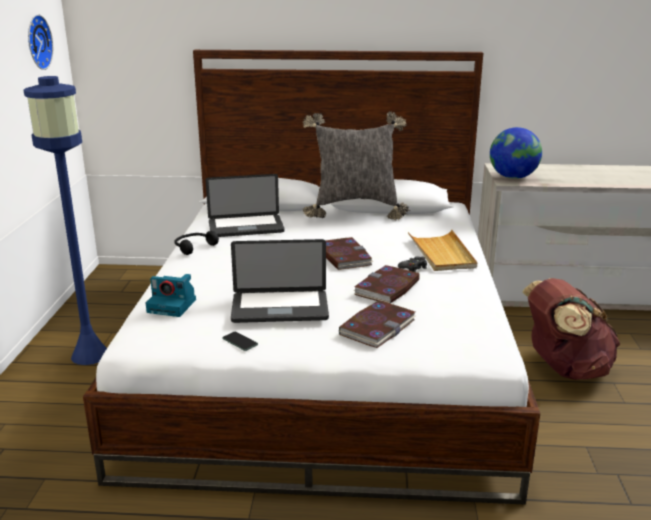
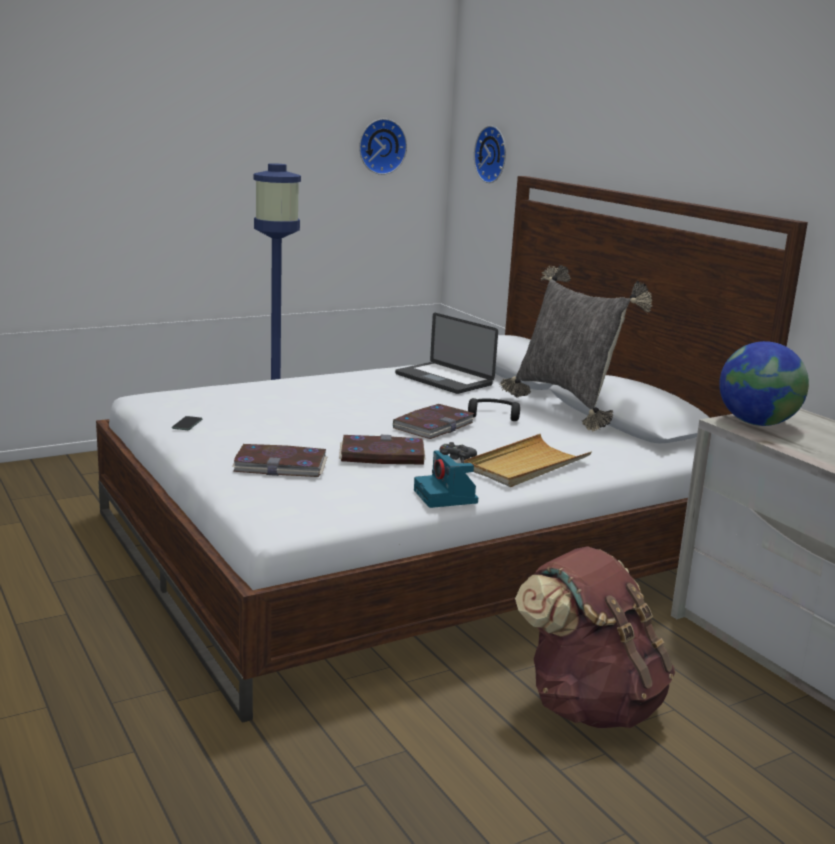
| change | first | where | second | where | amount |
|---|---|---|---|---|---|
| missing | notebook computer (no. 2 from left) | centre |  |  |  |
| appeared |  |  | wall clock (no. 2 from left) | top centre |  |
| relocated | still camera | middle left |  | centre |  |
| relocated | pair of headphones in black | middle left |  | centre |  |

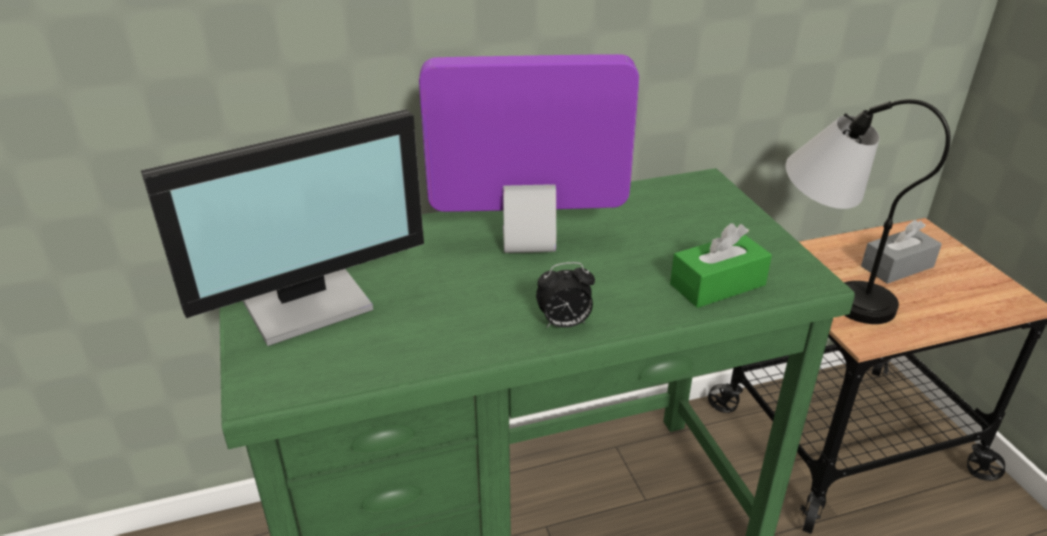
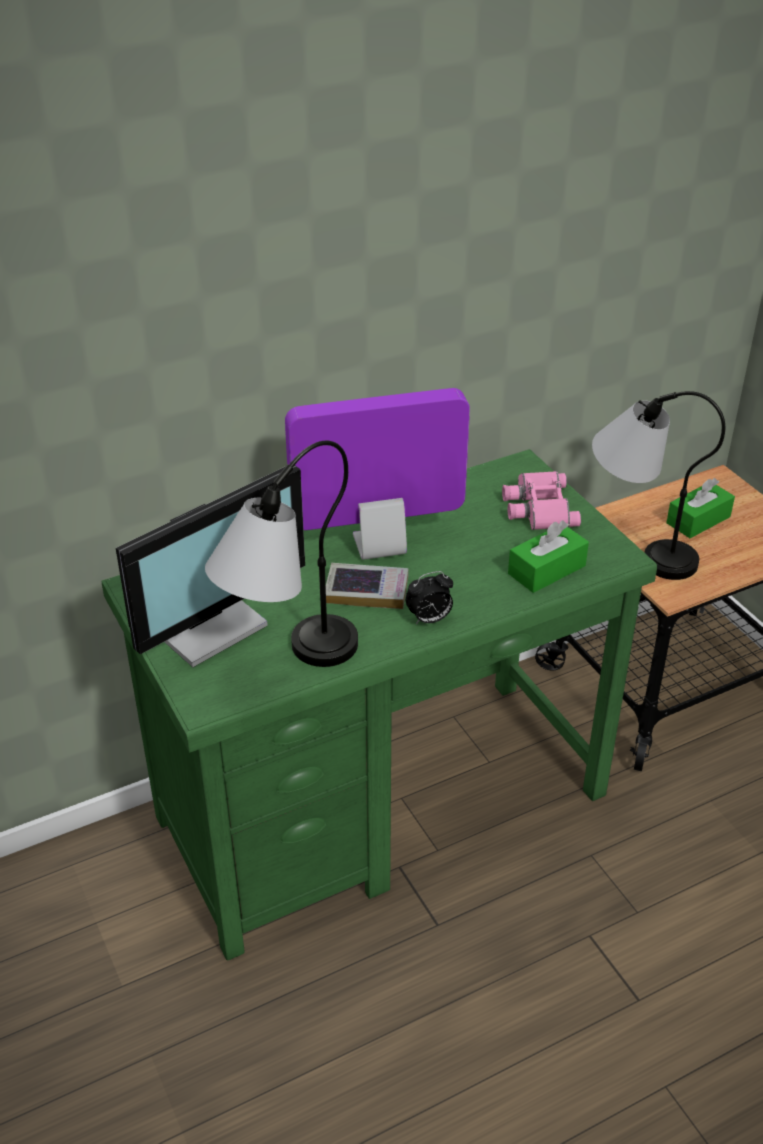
| change | first | where | second | where | amount |
|---|---|---|---|---|---|
| appeared |  |  | lamp for a table (no. 1 from left) | centre |  |
| appeared |  |  | book | centre |  |
| appeared |  |  | pair of binoculars in pink | middle right |  |
| colour | tissue box in greyish | middle right | tissue box in green-coloured (no. 2 from left) | middle right |  |

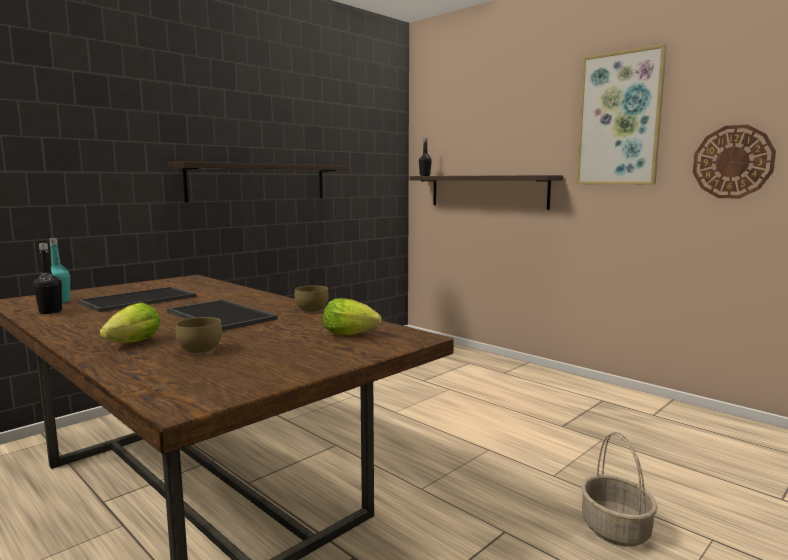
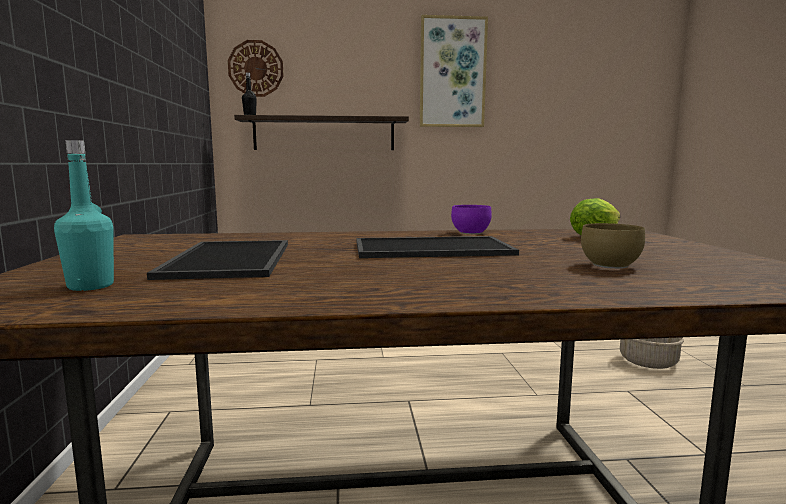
| change | first | where | second | where | amount |
|---|---|---|---|---|---|
| missing | beverage bottle in black (no. 1 from left) | middle left |  |  |  |
| missing | lettuce (no. 1 from left) | middle left |  |  |  |
| missing | shelf (no. 1 from left) | top left |  |  |  |
| relocated | wall clock | top right |  | top left |  |
| colour | bowl in brown (no. 2 from left) | centre | bowl in purple-coloured | centre |  |

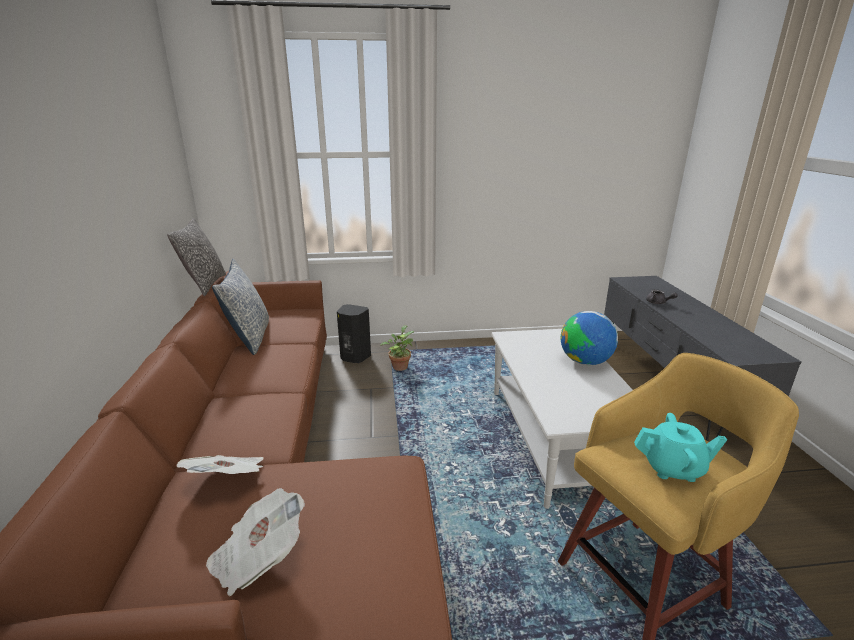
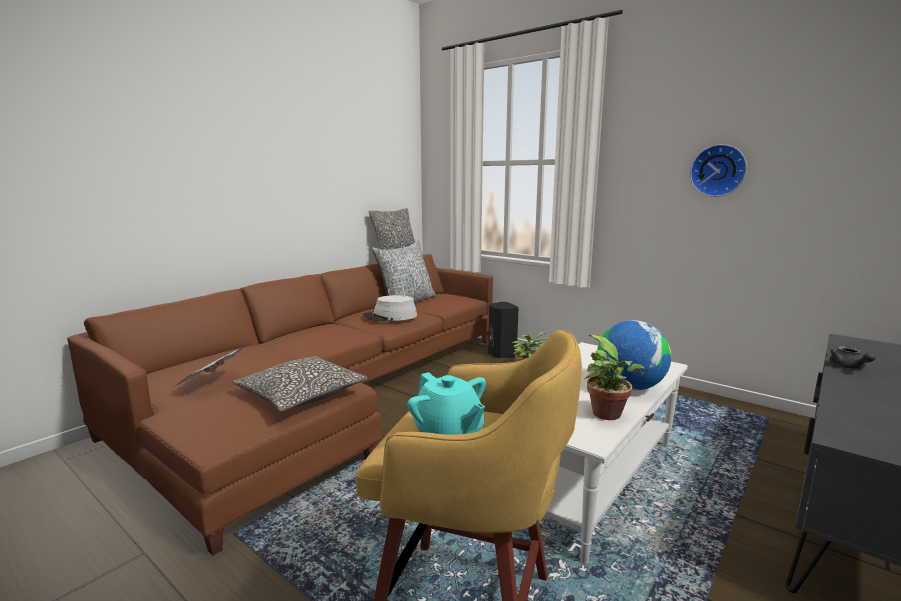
| change | first | where | second | where | amount |
|---|---|---|---|---|---|
| missing | newspaper (no. 1 from left) | bottom left |  |  |  |
| appeared |  |  | throw pillow (no. 1 from left) | middle left |  |
| appeared |  |  | wearable hat in greyish | centre |  |
| appeared |  |  | plant in a pot (no. 2 from left) | middle right |  |
| appeared |  |  | wall clock | top right |  |

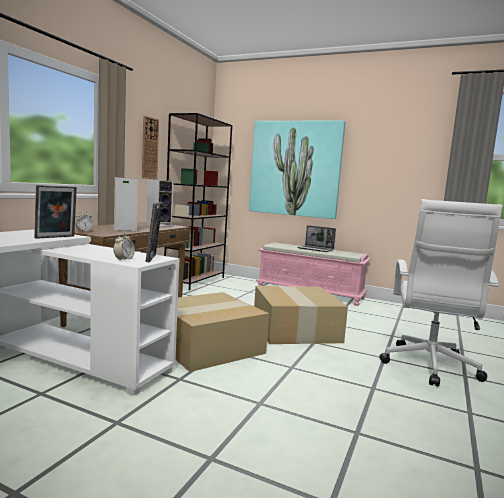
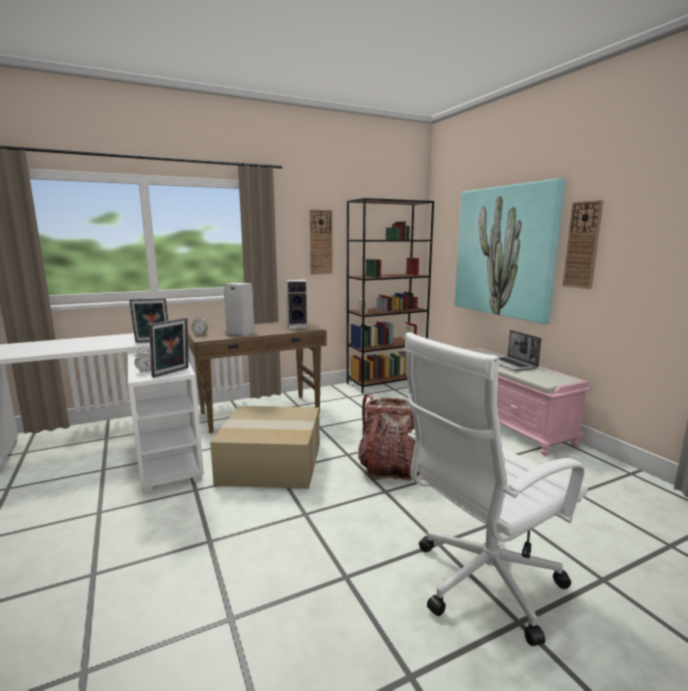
| change | first | where | second | where | amount |
|---|---|---|---|---|---|
| appeared |  |  | wall clock (no. 2 from left) | middle right |  |
| exchanged | packing box (no. 2 from left) | centre | rucksack | centre |  |

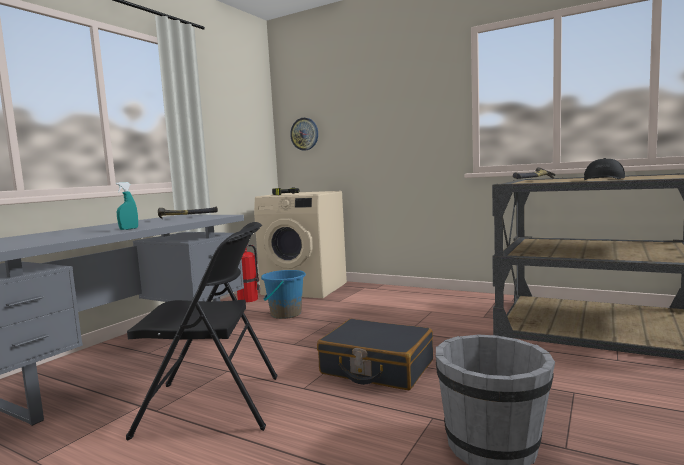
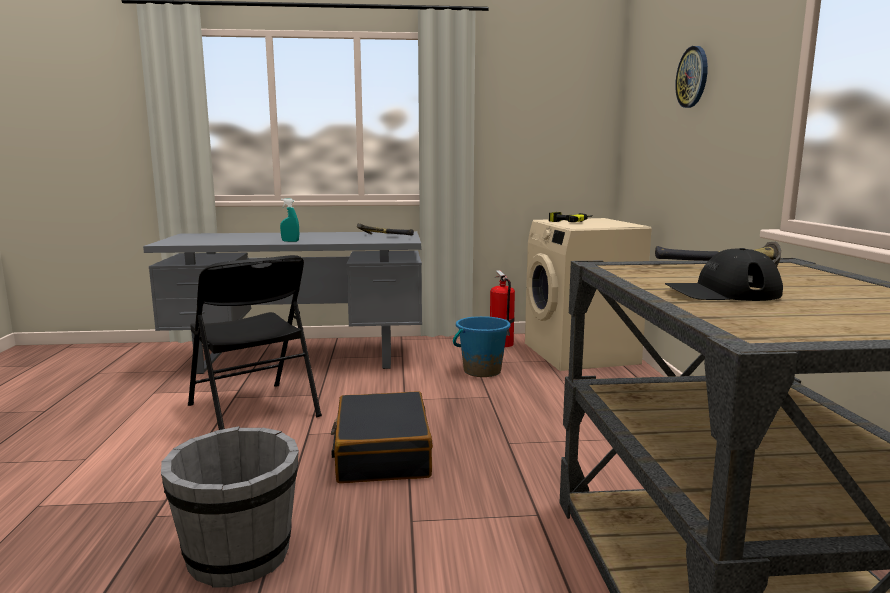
| change | first | where | second | where | amount |
|---|---|---|---|---|---|
| relocated | wall clock | top centre |  | top right |  |

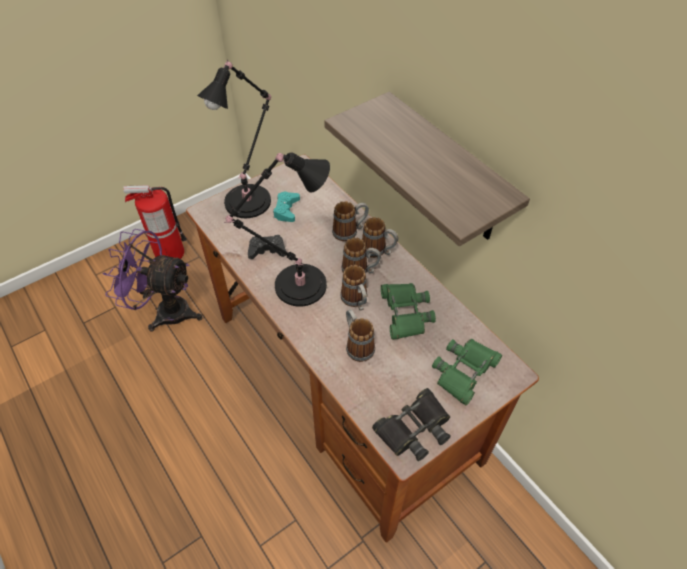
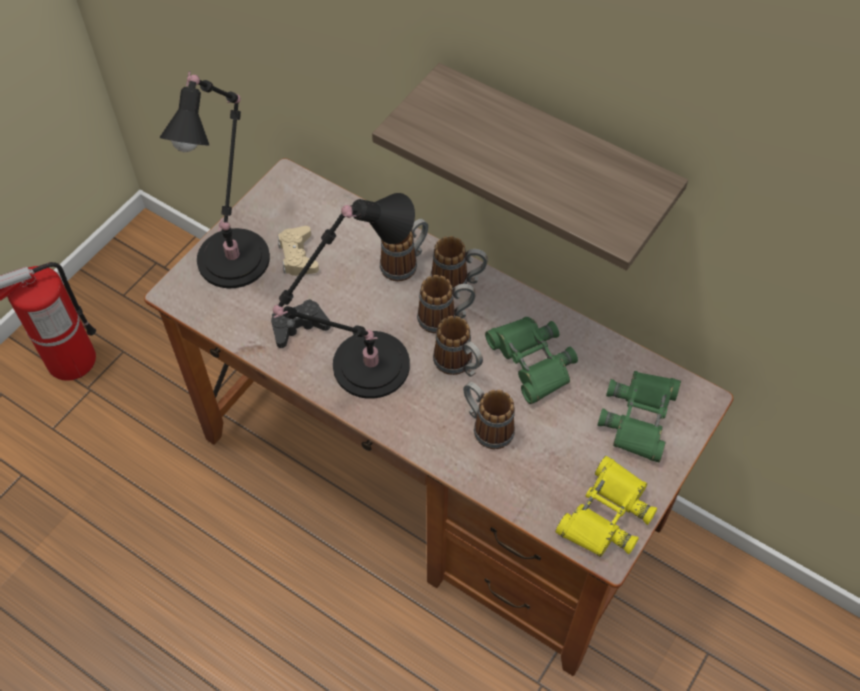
| change | first | where | second | where | amount |
|---|---|---|---|---|---|
| missing | cooling fan in purple-coloured | middle left |  |  |  |
| colour | game controller in turquoise | centre | game controller in beige | centre |  |
| colour | pair of binoculars in black | bottom centre | pair of binoculars in yellow-coloured | bottom right |  |

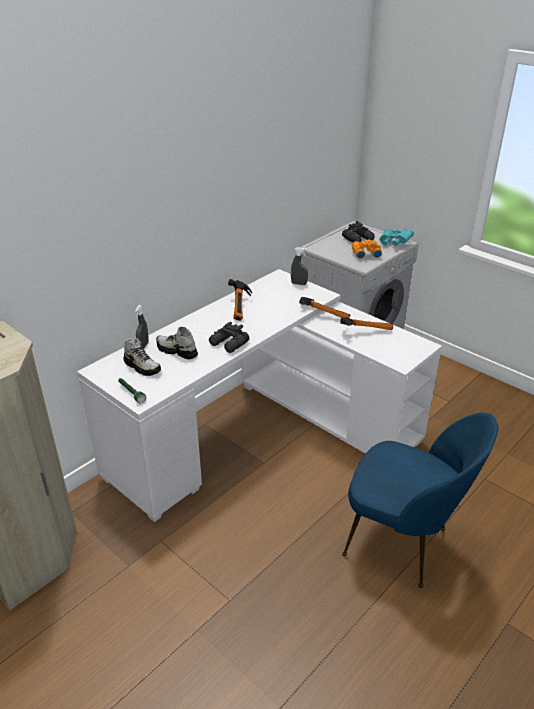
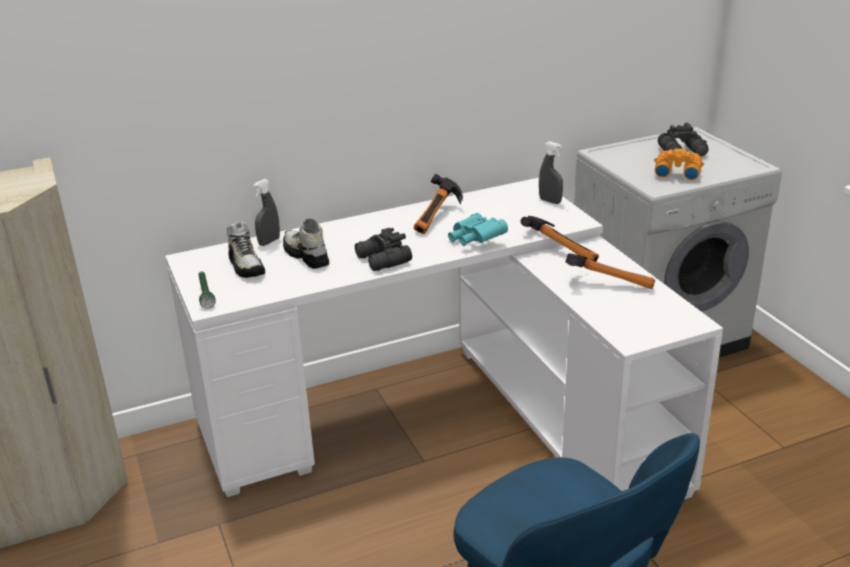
| change | first | where | second | where | amount |
|---|---|---|---|---|---|
| relocated | pair of binoculars in turquoise | middle right |  | centre |  |

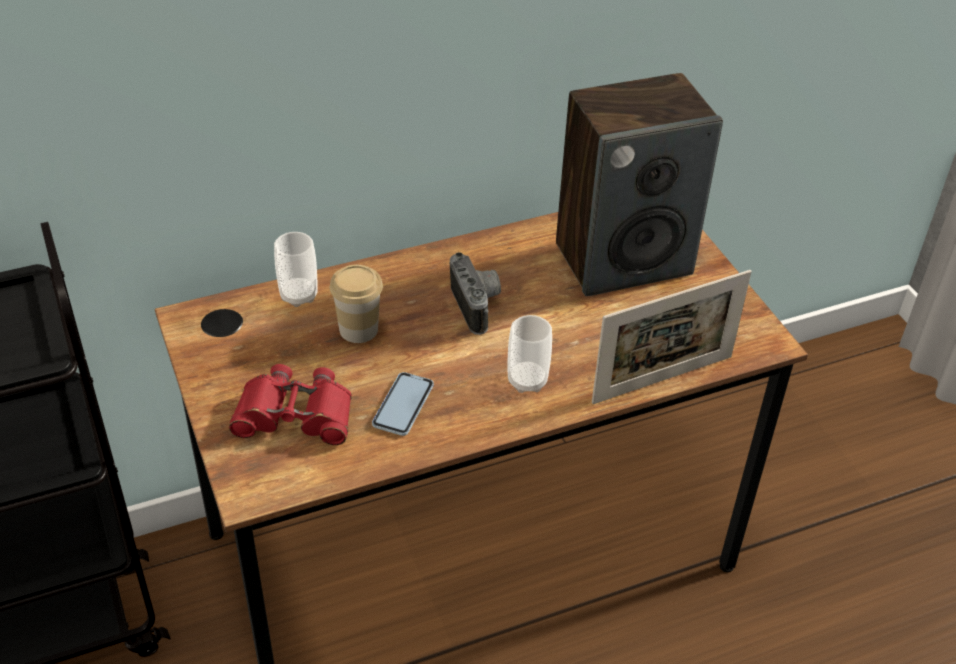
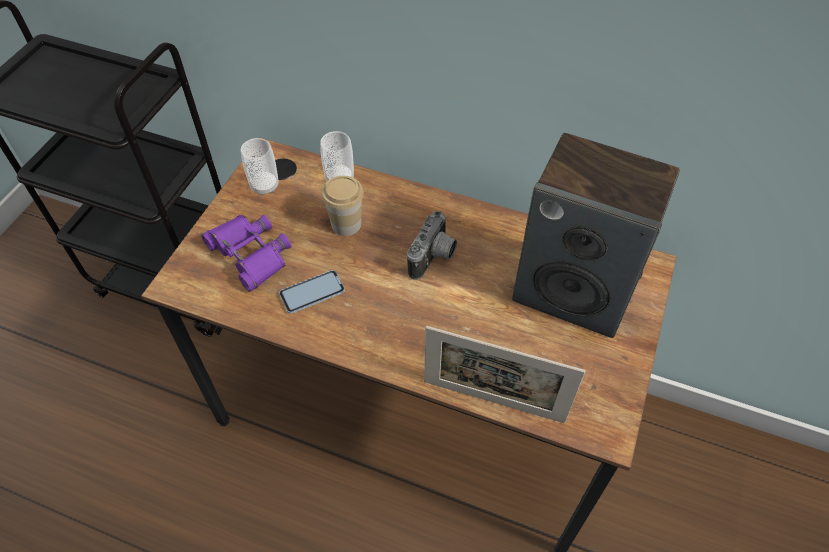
| change | first | where | second | where | amount |
|---|---|---|---|---|---|
| relocated | drinking cup (no. 3 from left in the first image) | centre | drinking cup (no. 1 from left) | top left |  |
| colour | pair of binoculars in red | middle left | pair of binoculars in purple-coloured | middle left |  |

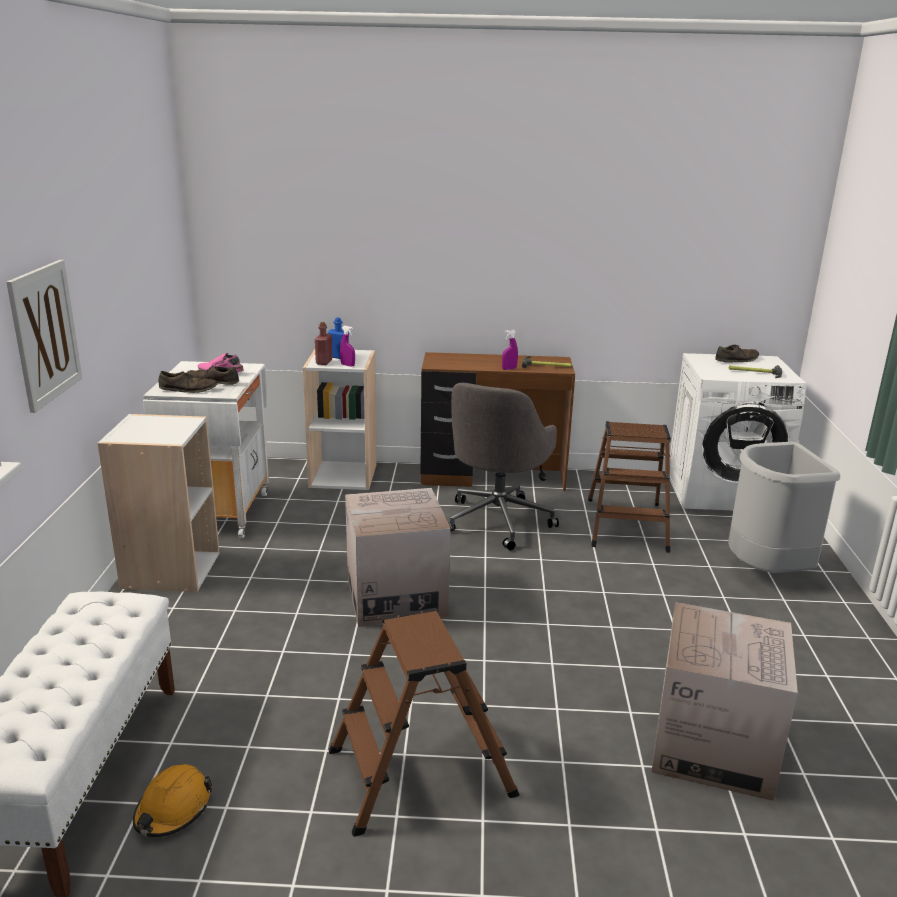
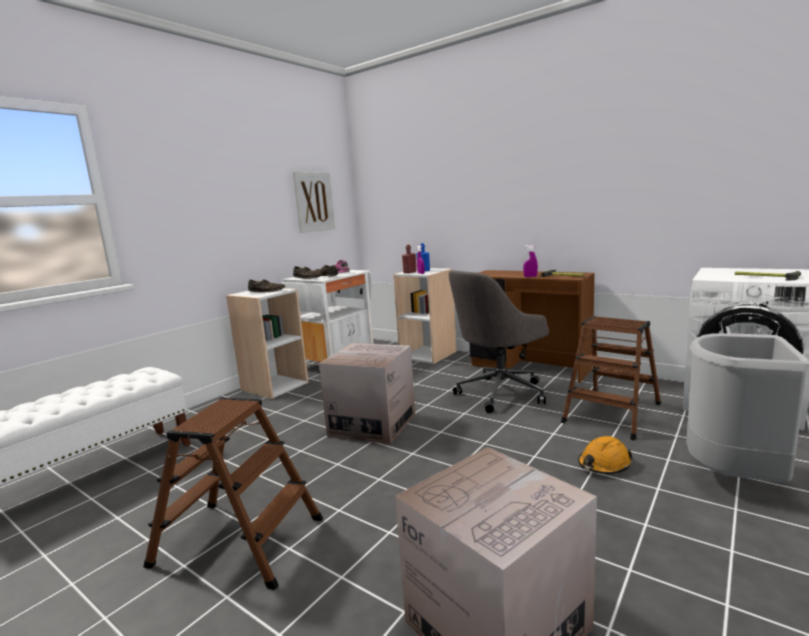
| change | first | where | second | where | amount |
|---|---|---|---|---|---|
| relocated | wall picture | middle left |  | top centre |  |
| relocated | work helmet in orange | bottom left |  | bottom right |  |
| relocated | item of footwear in brown (no. 3 from left in the first image) | middle right | item of footwear in brown (no. 1 from left) | middle left |  |

